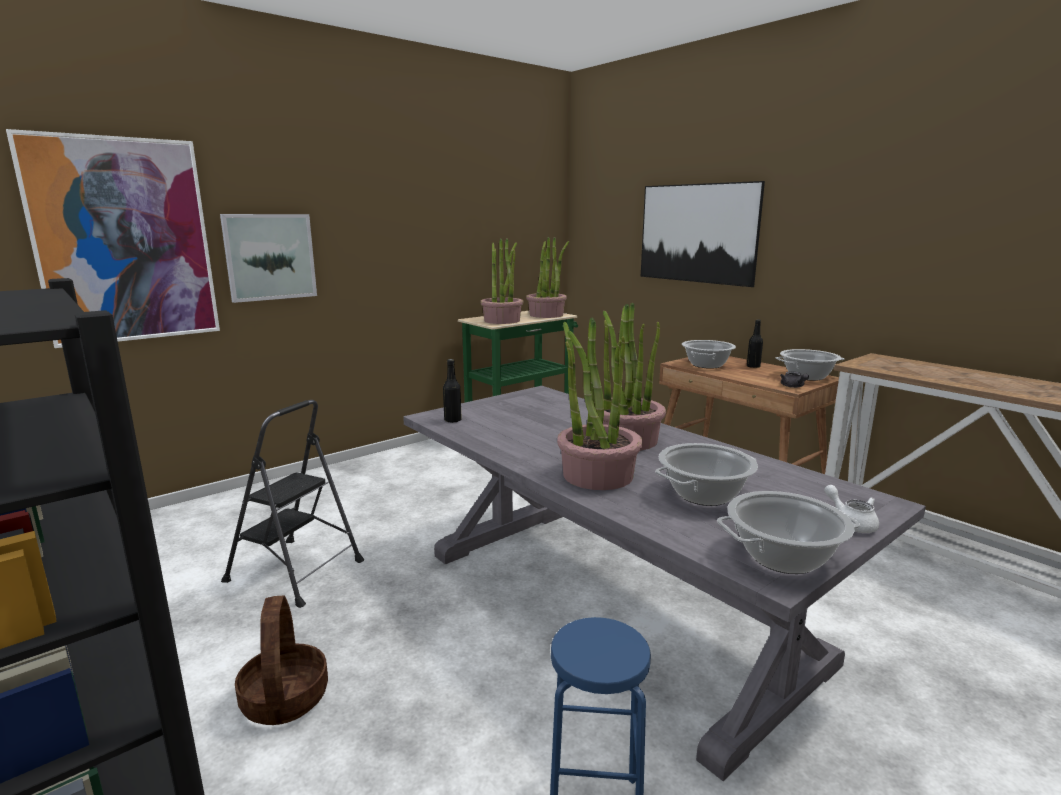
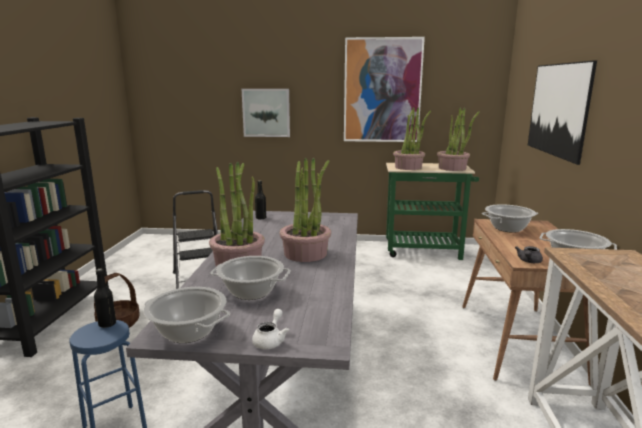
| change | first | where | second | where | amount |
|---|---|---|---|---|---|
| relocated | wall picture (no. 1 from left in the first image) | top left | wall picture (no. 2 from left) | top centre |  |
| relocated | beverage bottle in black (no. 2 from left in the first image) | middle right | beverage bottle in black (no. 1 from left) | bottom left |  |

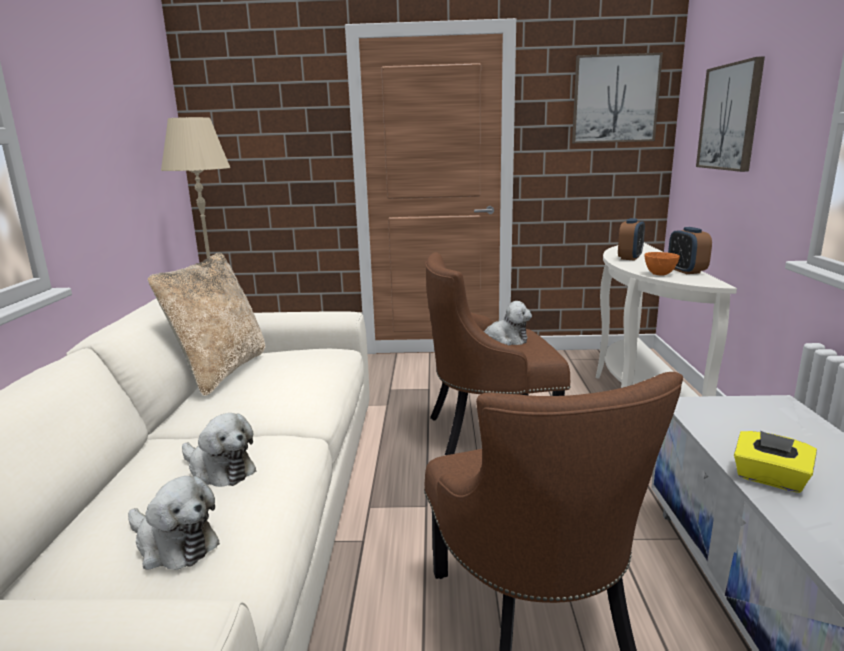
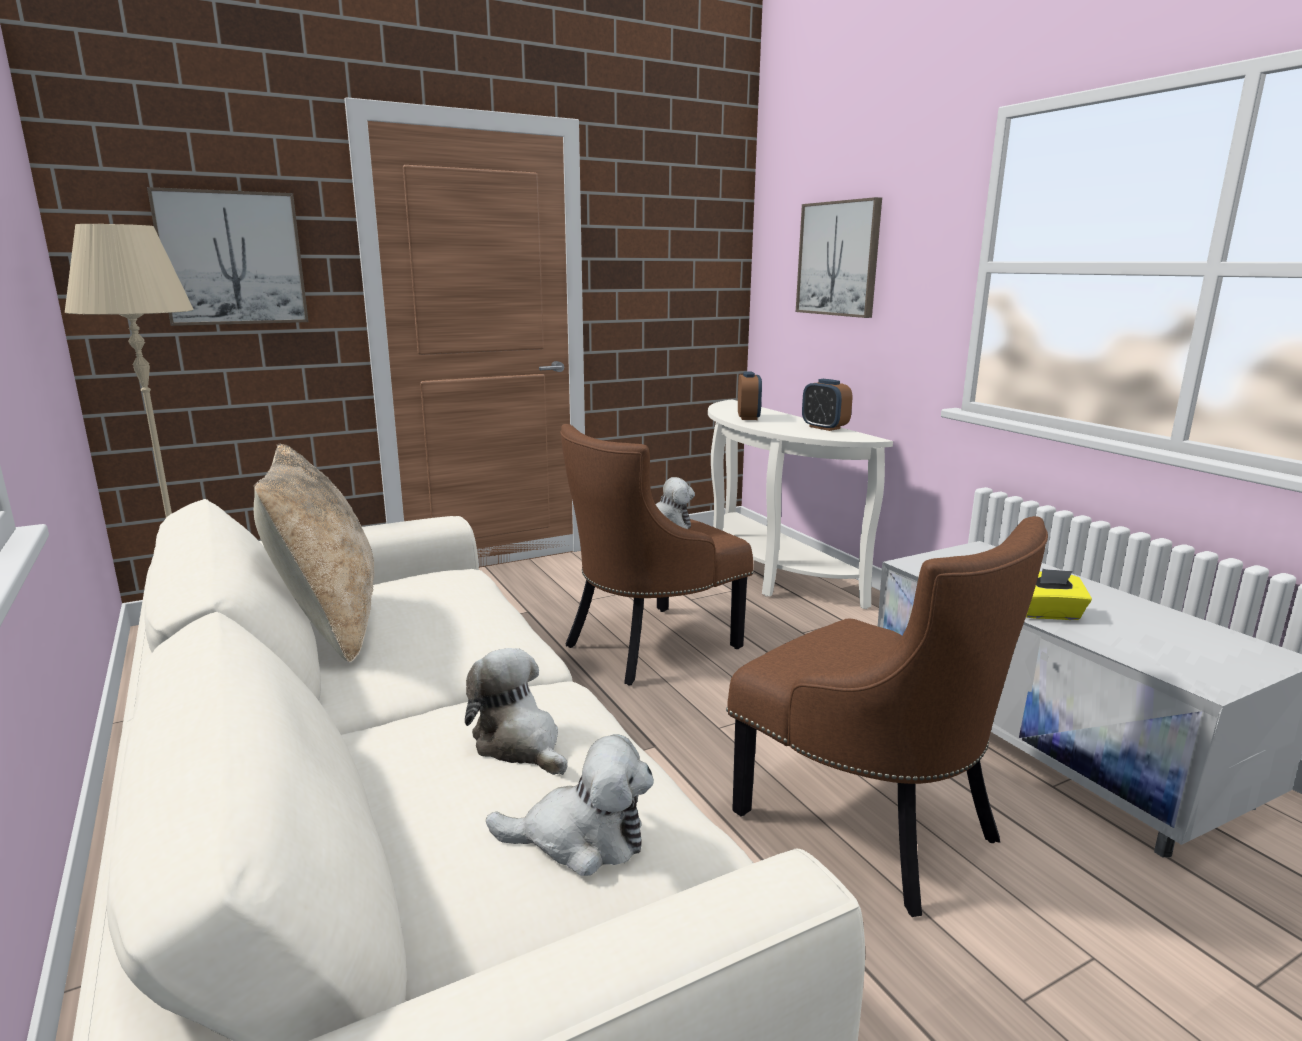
| change | first | where | second | where | amount |
|---|---|---|---|---|---|
| missing | bowl in orange | middle right |  |  |  |
| relocated | wall picture (no. 1 from left) | top right |  | top left |  |
| spun | plush toy (no. 2 from left in the first image) | bottom left | plush toy (no. 1 from left) | bottom centre | 135 degrees counterclockwise |

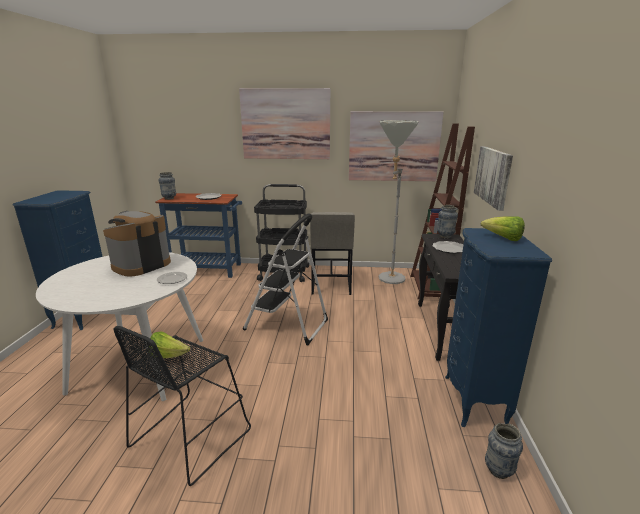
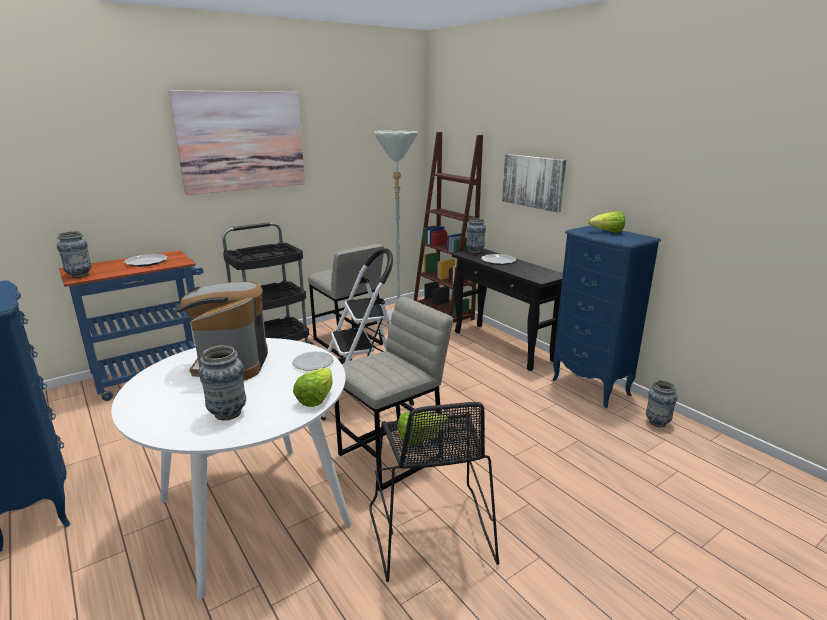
| change | first | where | second | where | amount |
|---|---|---|---|---|---|
| missing | wall picture (no. 2 from left) | top centre |  |  |  |
| appeared |  |  | vase (no. 2 from left) | middle left |  |
| appeared |  |  | lettuce (no. 1 from left) | centre |  |
| appeared |  |  | chair in greyish (no. 2 from left) | centre |  |

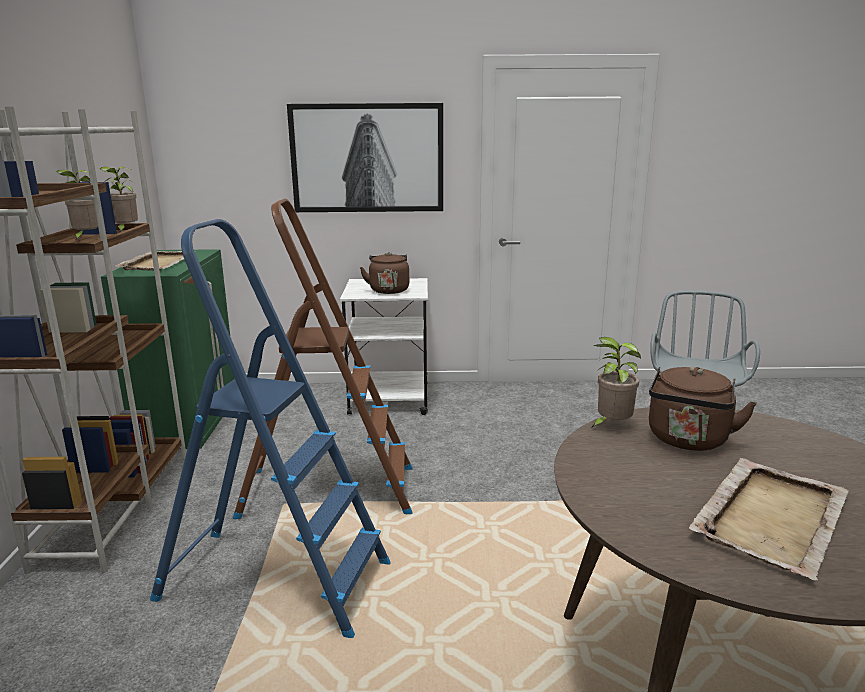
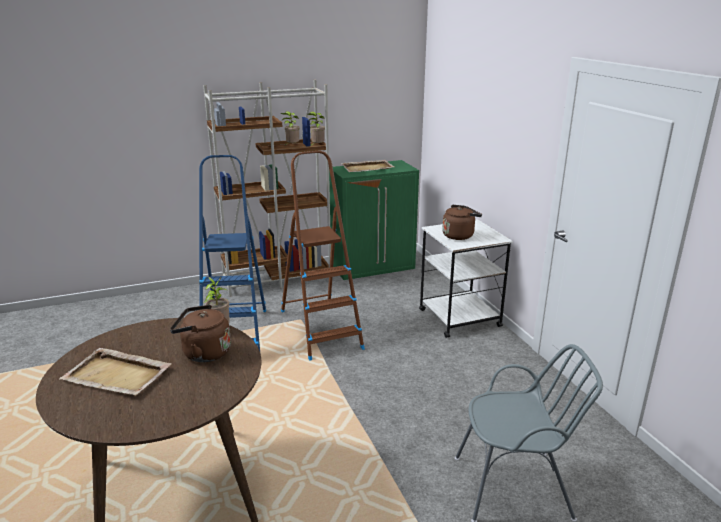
| change | first | where | second | where | amount |
|---|---|---|---|---|---|
| missing | wall picture | top centre |  |  |  |

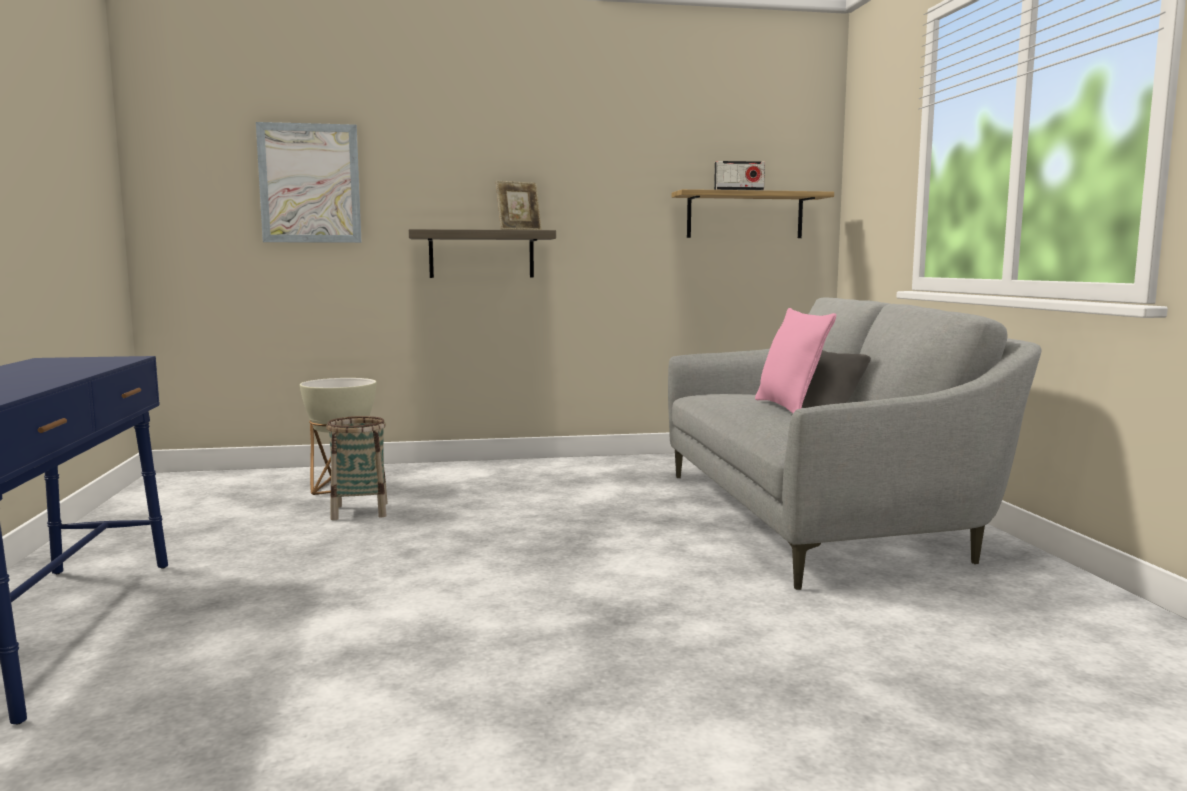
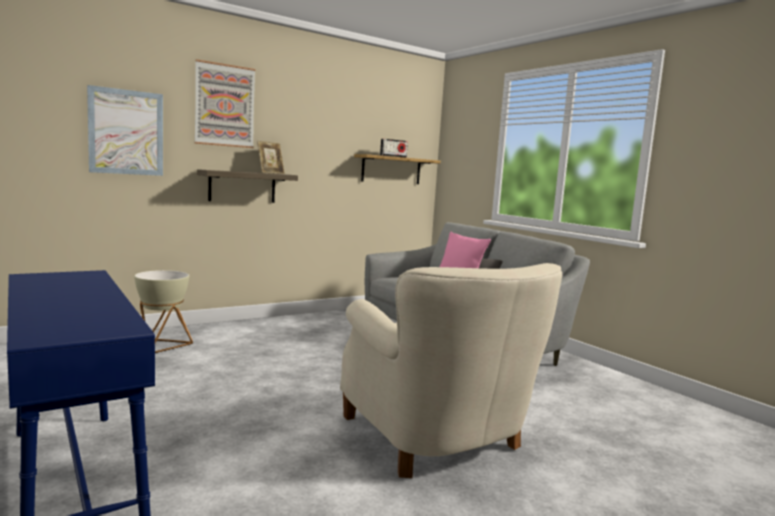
| change | first | where | second | where | amount |
|---|---|---|---|---|---|
| missing | storage basket | middle left |  |  |  |
| appeared |  |  | wall picture (no. 2 from left) | top left |  |
| appeared |  |  | armchair in beige | bottom centre |  |

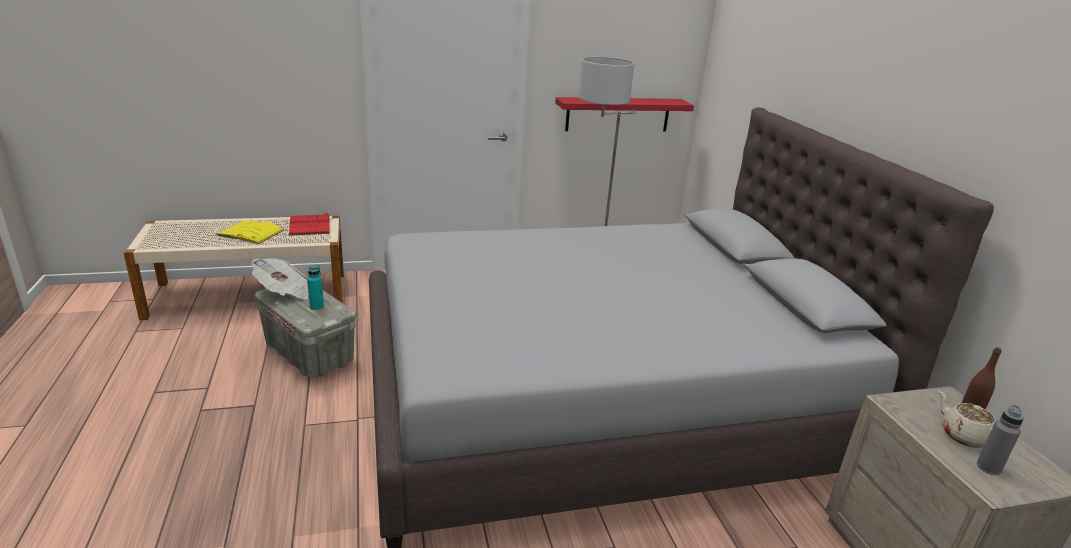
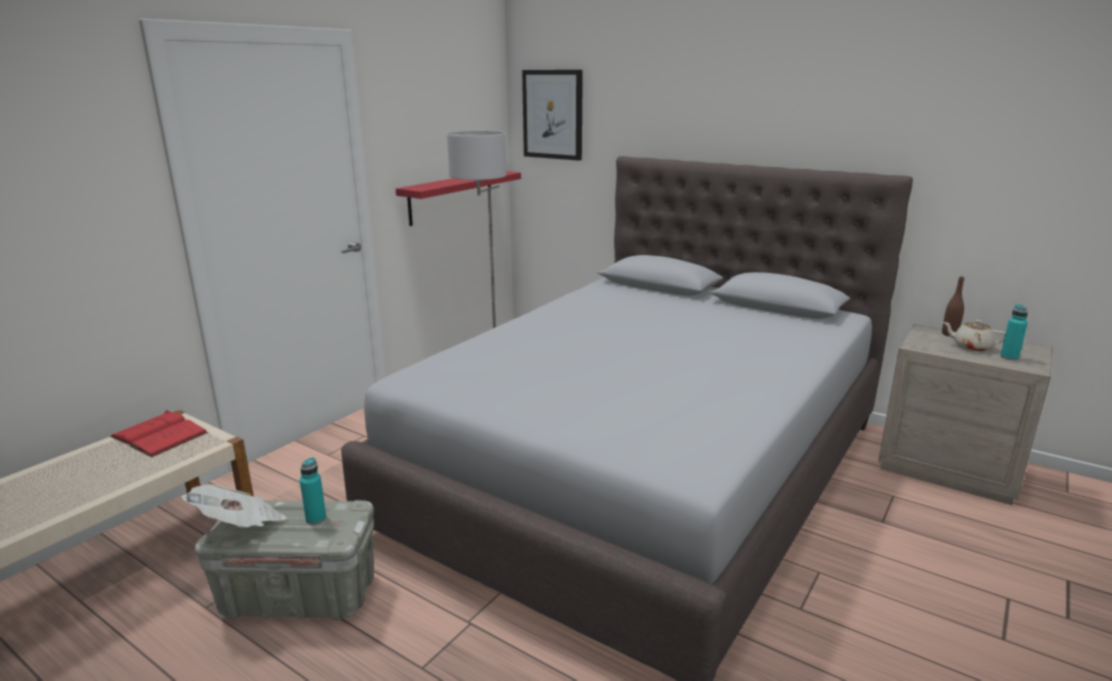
| change | first | where | second | where | amount |
|---|---|---|---|---|---|
| missing | book in yellow-coloured | middle left |  |  |  |
| appeared |  |  | wall picture | top centre |  |
| colour | beverage bottle in greyish | bottom right | beverage bottle in turquoise (no. 2 from left) | middle right |  |

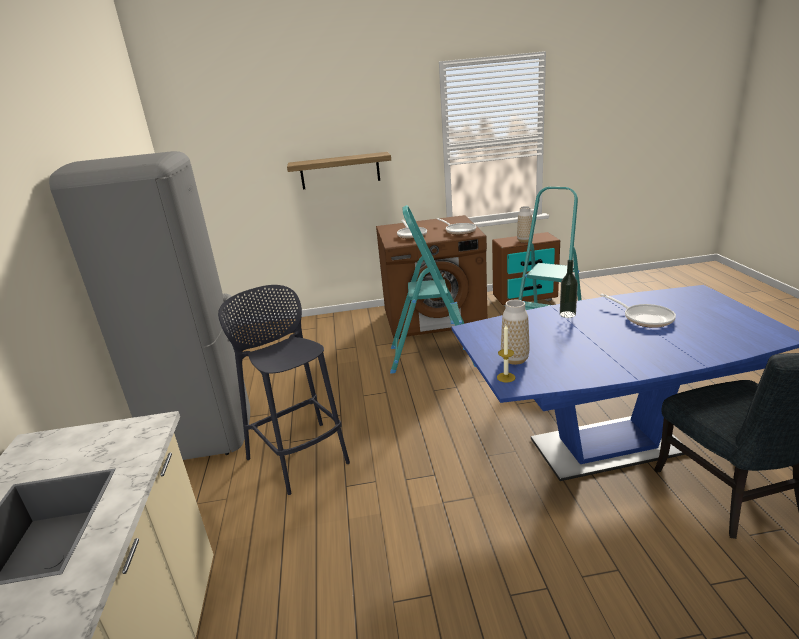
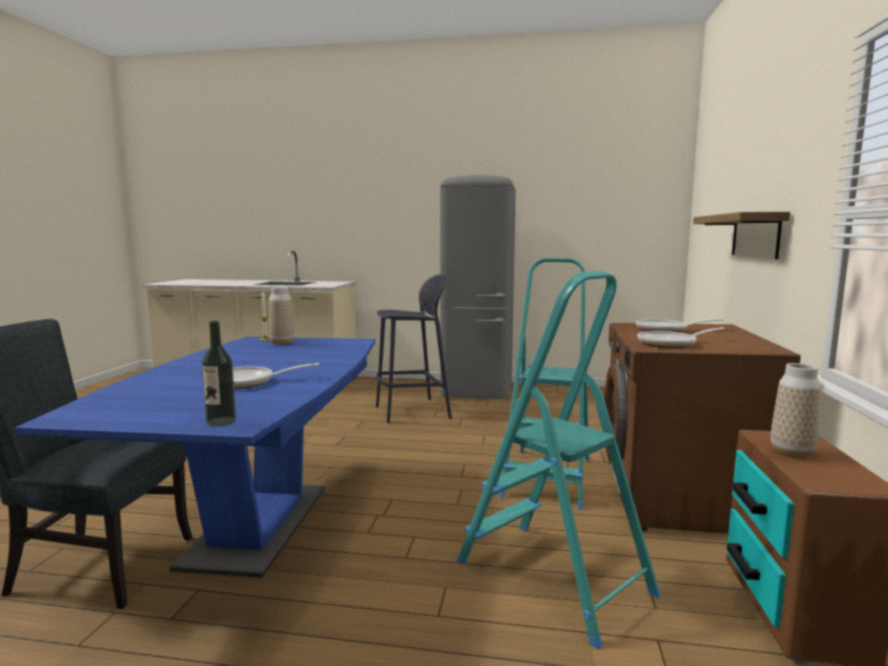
| change | first | where | second | where | amount |
|---|---|---|---|---|---|
| relocated | beverage bottle | middle right |  | middle left |  |

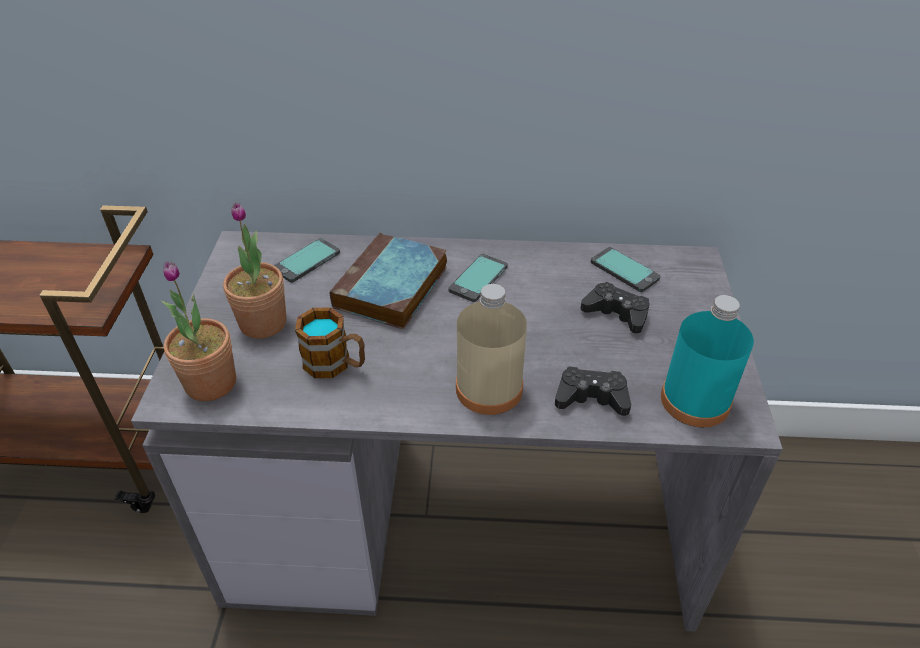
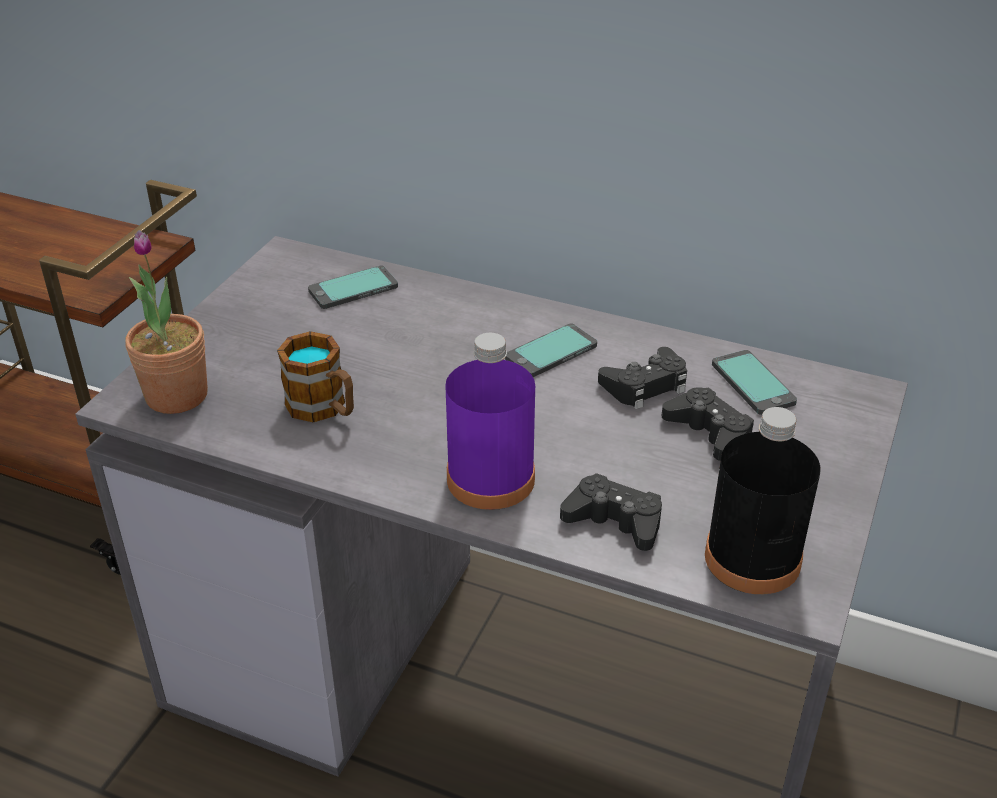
| change | first | where | second | where | amount |
|---|---|---|---|---|---|
| missing | plant in a pot (no. 2 from left) | middle left |  |  |  |
| missing | book | centre |  |  |  |
| appeared |  |  | game controller in black (no. 2 from left) | centre |  |
| colour | beverage bottle in beige | centre | beverage bottle in purple-coloured | centre |  |
| colour | beverage bottle in turquoise | middle right | beverage bottle in black | middle right |  |

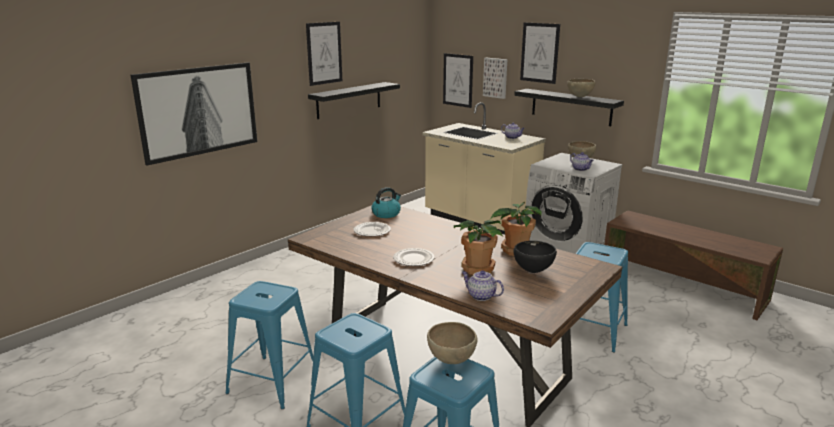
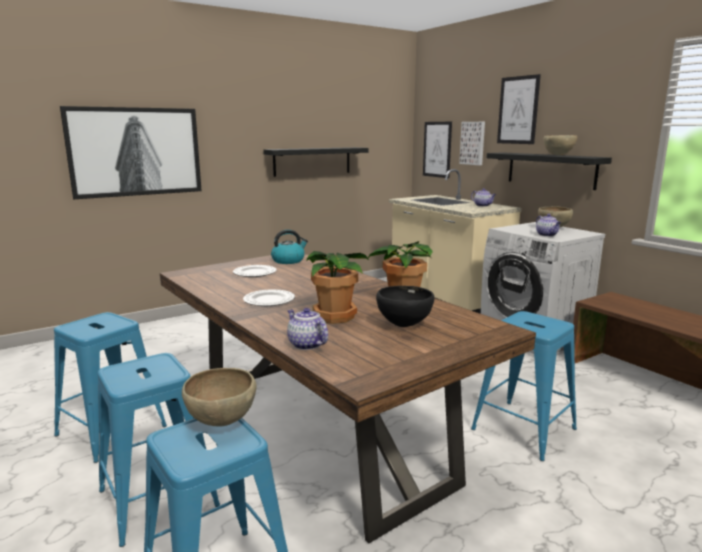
| change | first | where | second | where | amount |
|---|---|---|---|---|---|
| missing | wall picture (no. 2 from left) | top centre |  |  |  |

